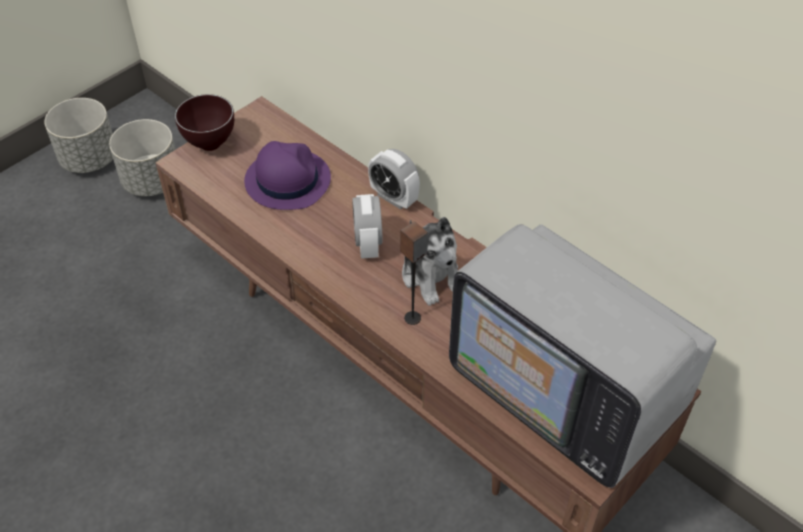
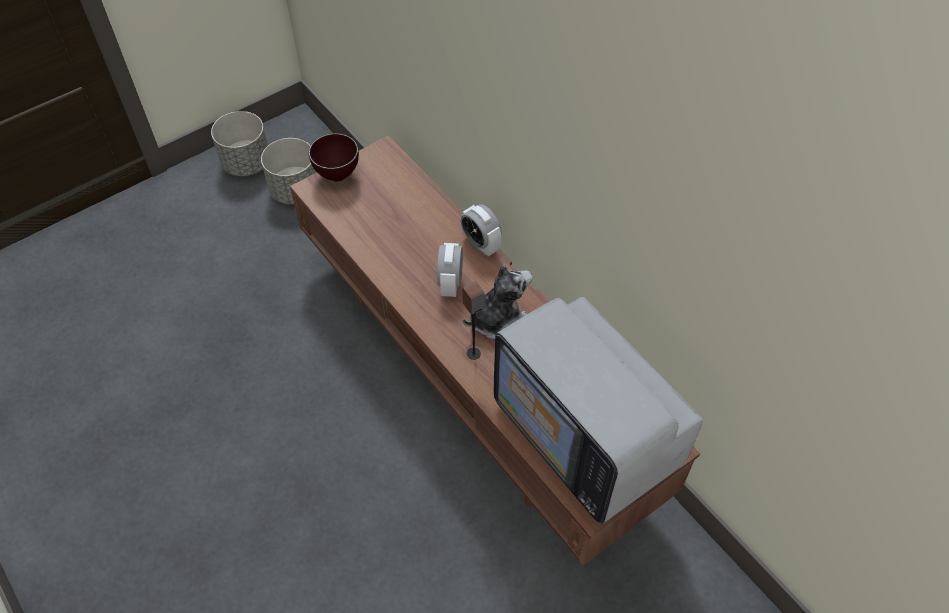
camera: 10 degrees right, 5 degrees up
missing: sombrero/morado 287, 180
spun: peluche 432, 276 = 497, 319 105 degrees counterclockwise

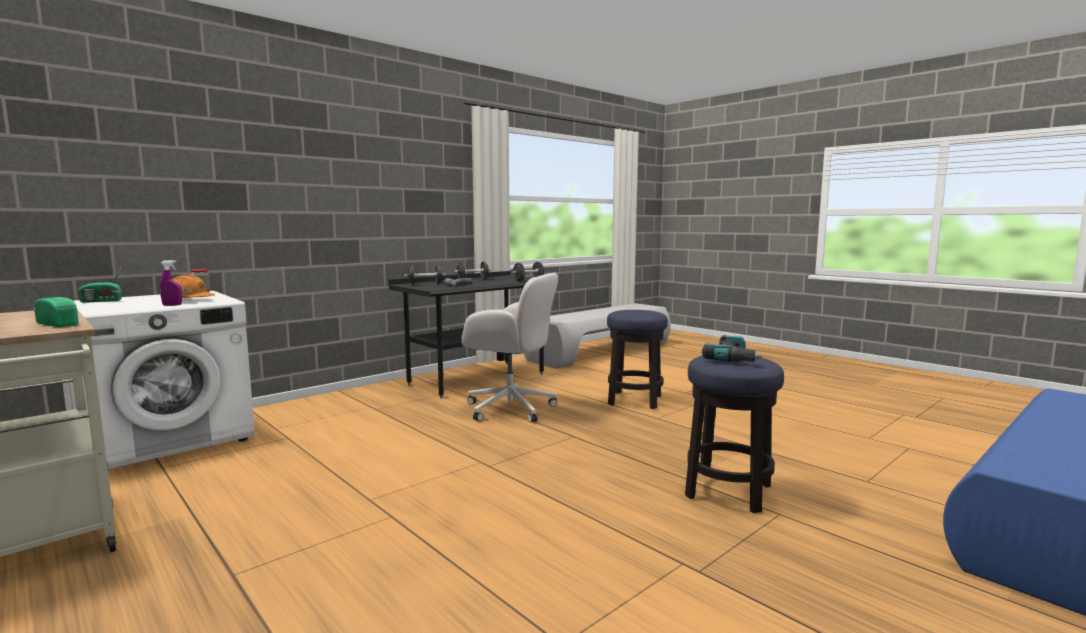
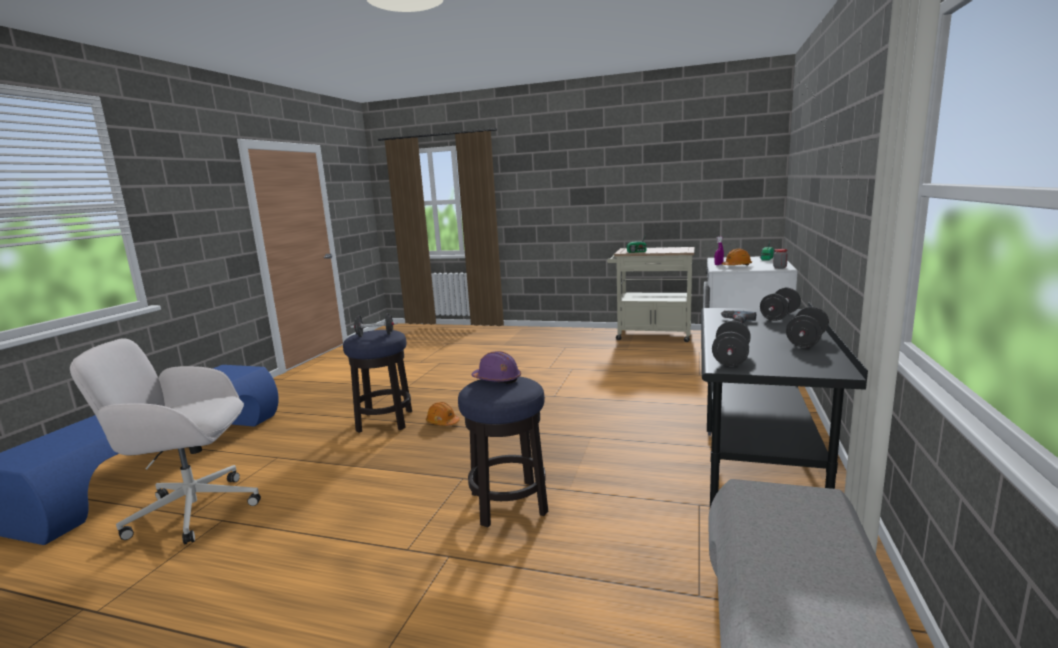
camera: 150 degrees right, 5 degrees up
appeared: casco/naranja 442, 422; casco/morado 497, 379
relocated: silla de oficina/blanco 510, 409 to 195, 511
exchanged: taladro 733, 359 to mancuerna/negro 375, 335

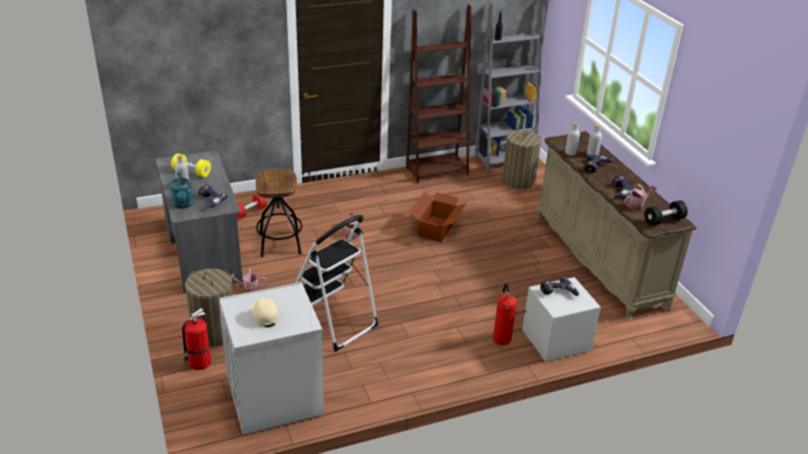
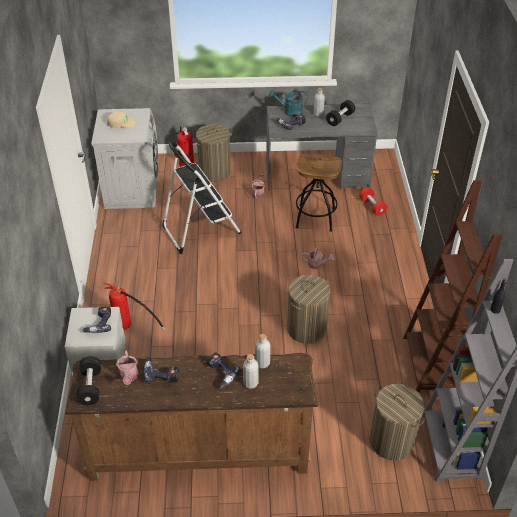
camera: 110 degrees right, 10 degrees up
exchanged: caja de cartón 437, 228 to cesto de la ropa 306, 329
colour: mancuerna/amarillo 192, 172 to mancuerna/negro 340, 119

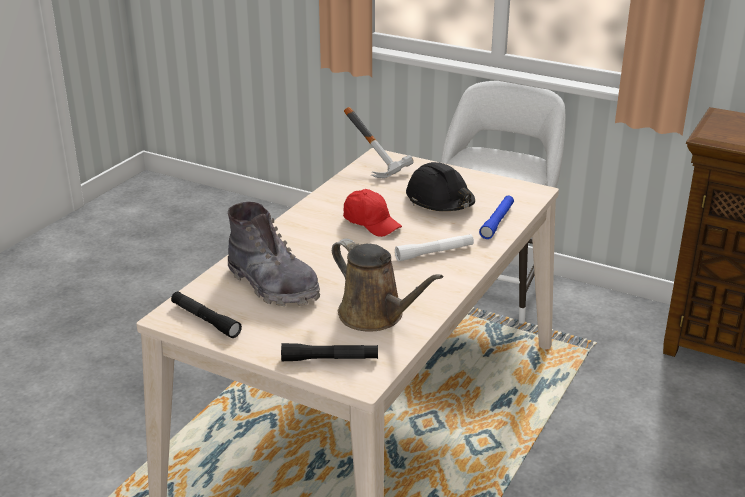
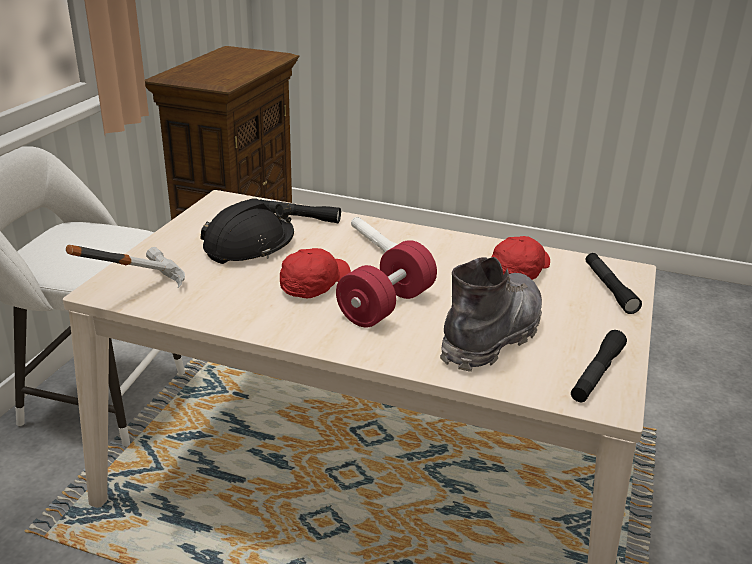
camera: 100 degrees left, 0 degrees up
appeared: mancuerna/rojo 386, 306
exchanged: regadera/marrón 375, 316 to gorra/rojo 519, 271
colour: linterna/azul 497, 222 to linterna/negro 299, 217

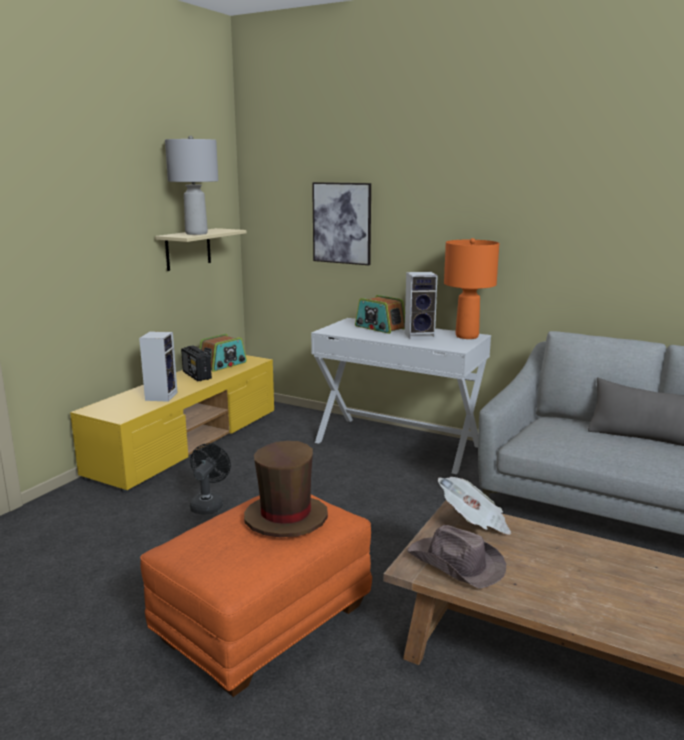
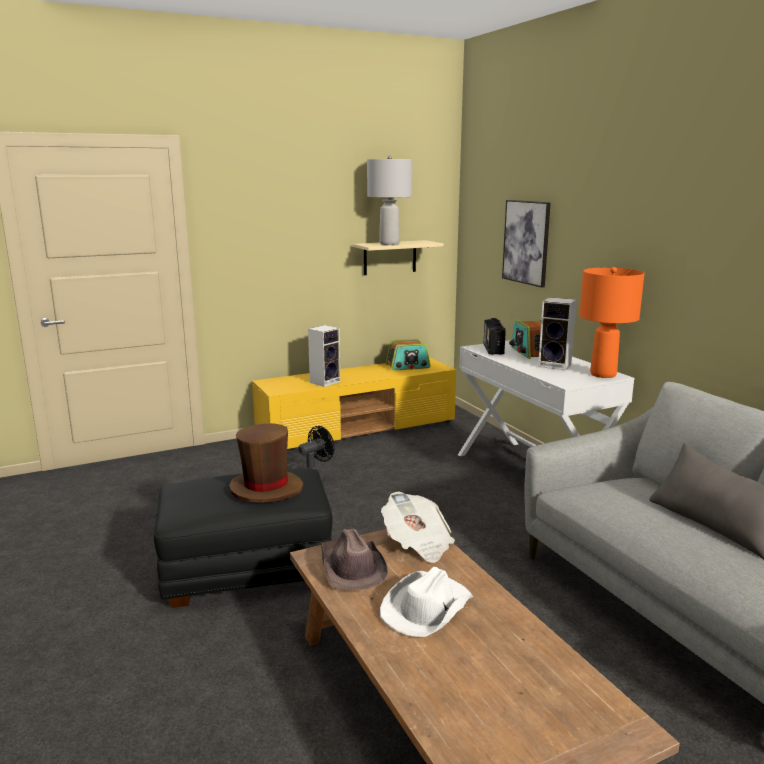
camera: 35 degrees right, 0 degrees up
appeared: sombrero/blanco 426, 608
relocated: radio 197, 375 to 493, 350
colour: puf/naranja 263, 622 to puf/negro 248, 571

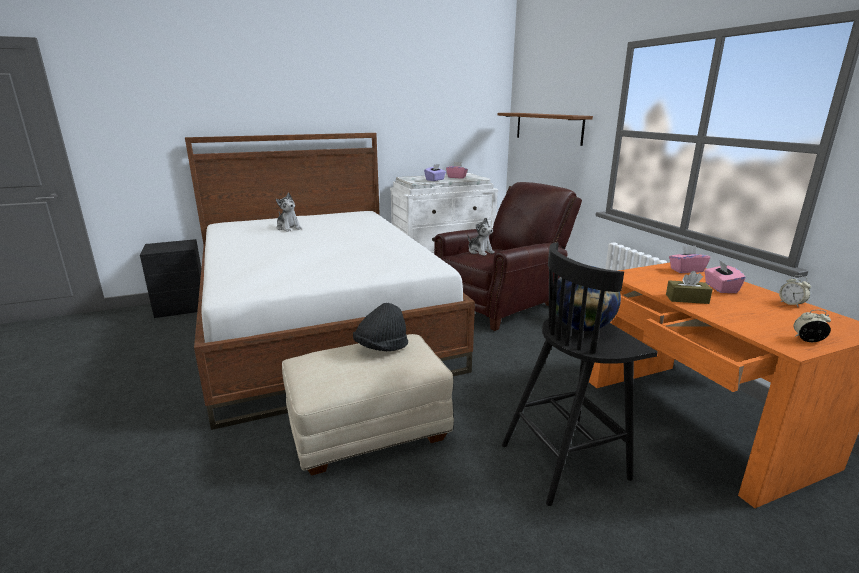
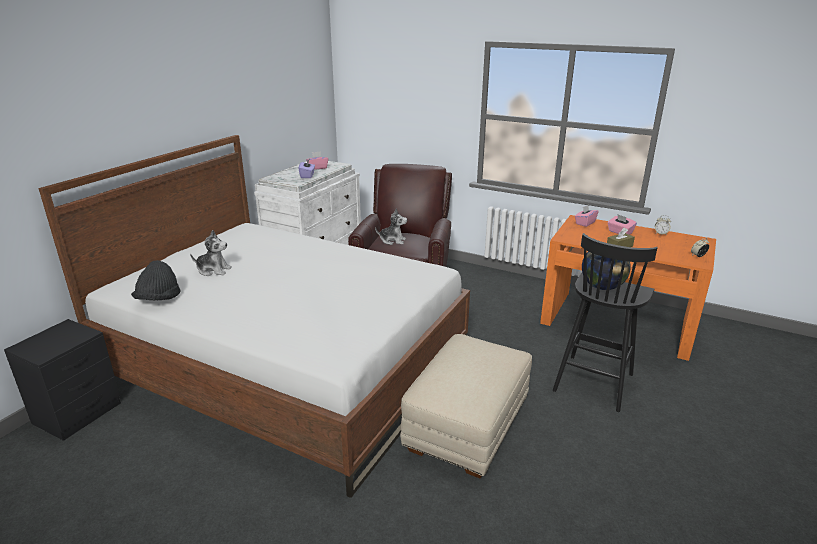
camera: 40 degrees left, 5 degrees up
missing: estante/marrón 548, 127
relocated: sombrero/negro 381, 348 to 159, 300

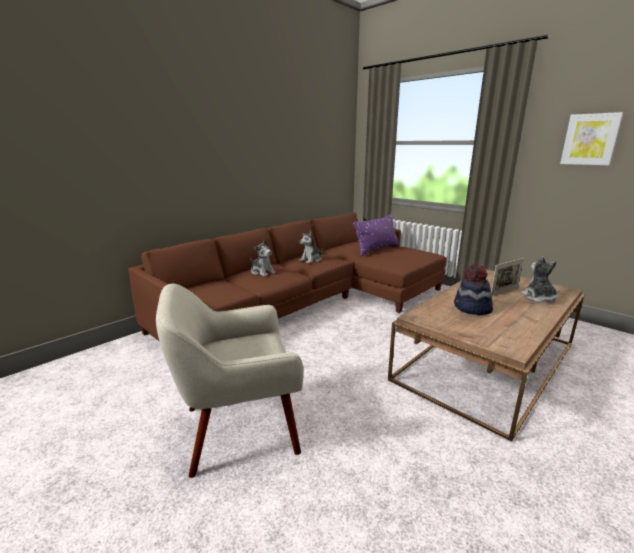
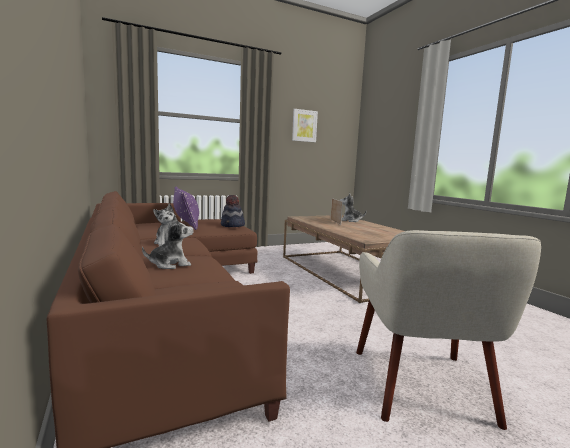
camera: 70 degrees left, 10 degrees down
relocated: sombrero 472, 309 to 232, 225

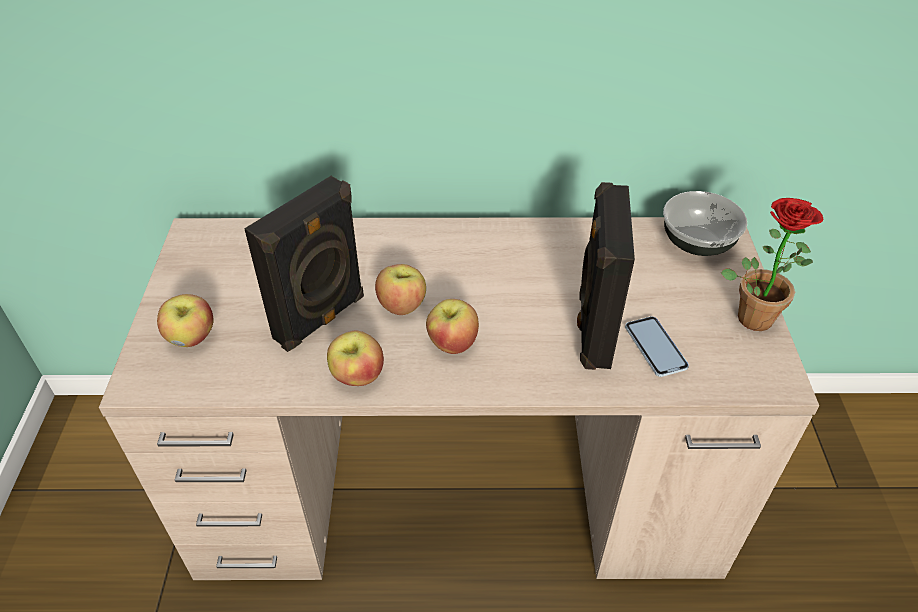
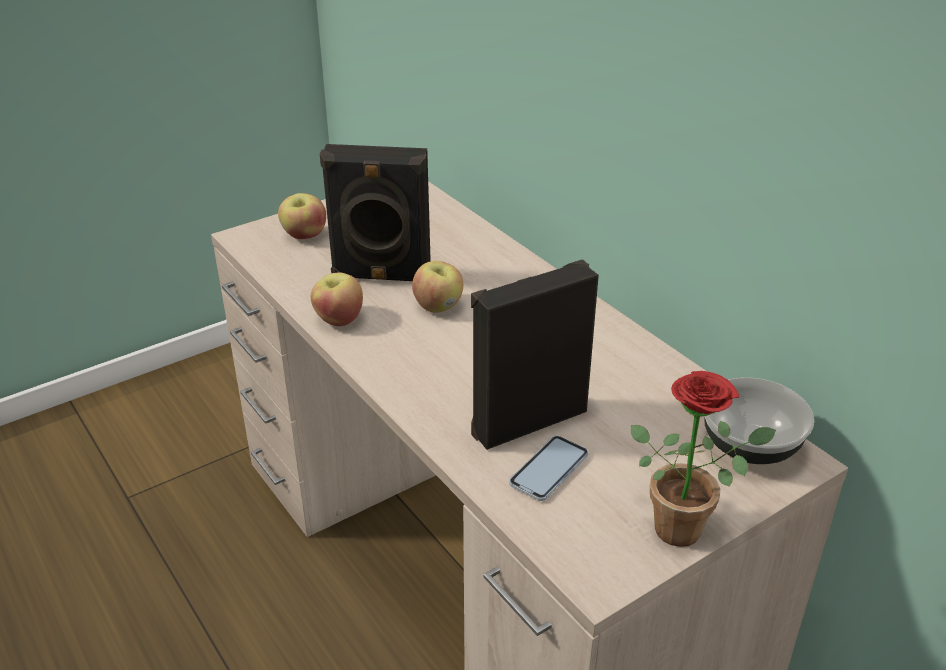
camera: 55 degrees right, 10 degrees down
missing: manzana 452, 343

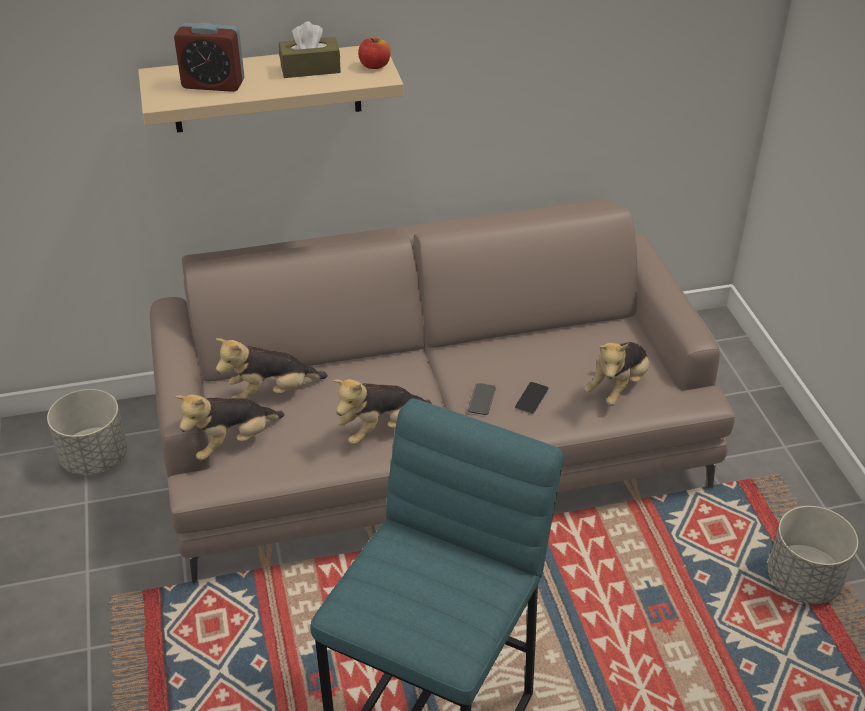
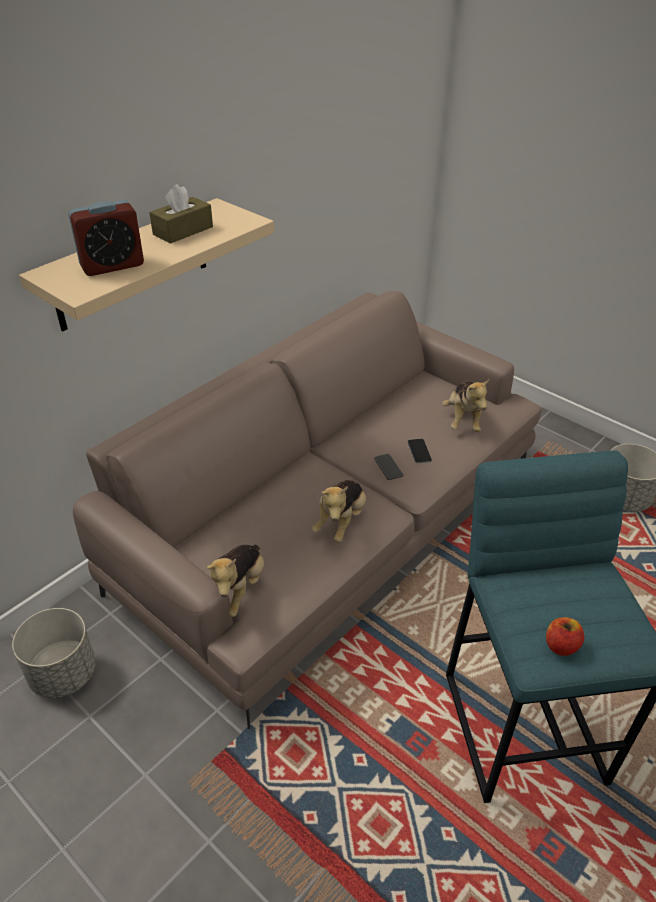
camera: 35 degrees left, 0 degrees up
missing: peluche 271, 393
relocated: manzana 374, 66 to 561, 646

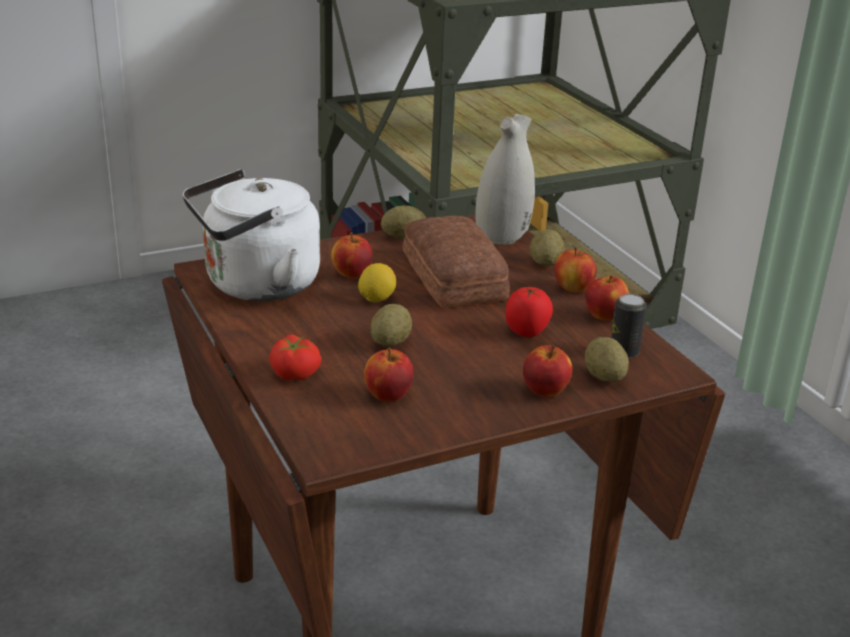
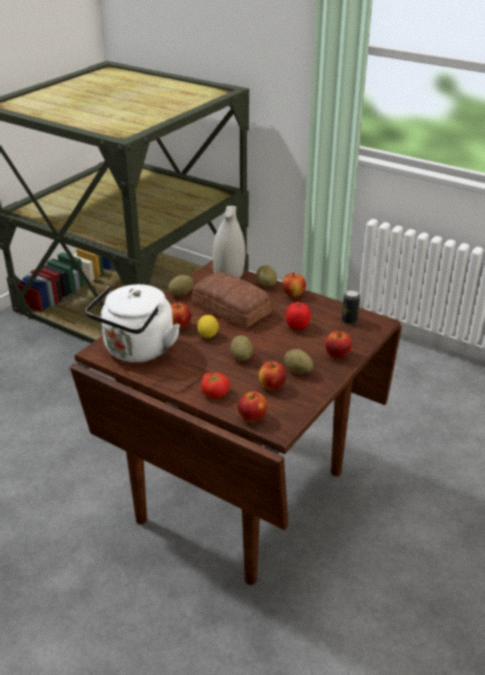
camera: 30 degrees left, 5 degrees up
relocated: manzana 604, 316 to 252, 417; patata 604, 377 to 298, 370

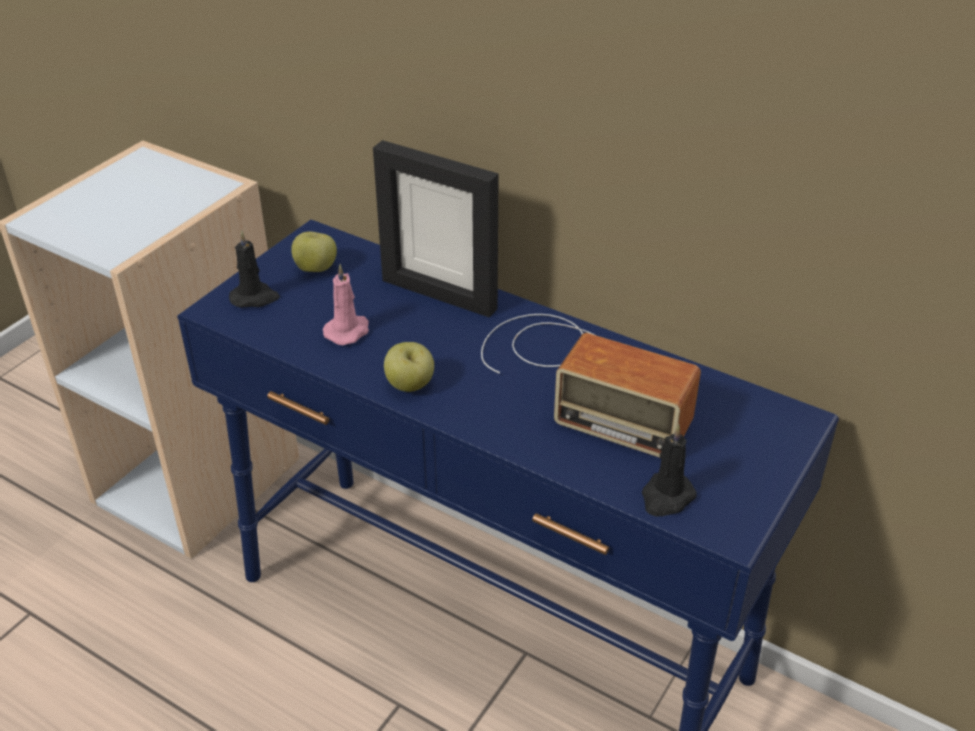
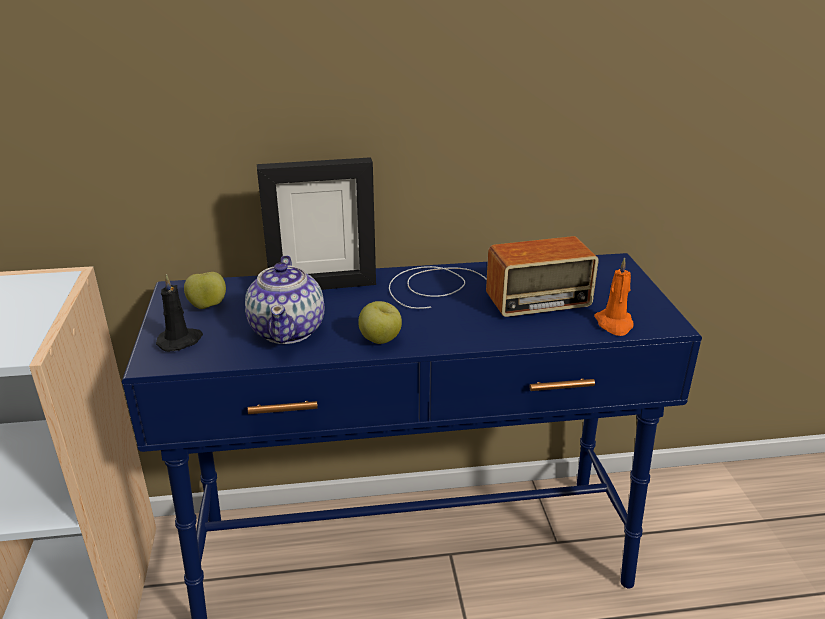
camera: 40 degrees left, 10 degrees down
exchanged: vela/rosa 348, 331 to tetera 288, 330
colour: vela/negro 666, 497 to vela/naranja 614, 324

